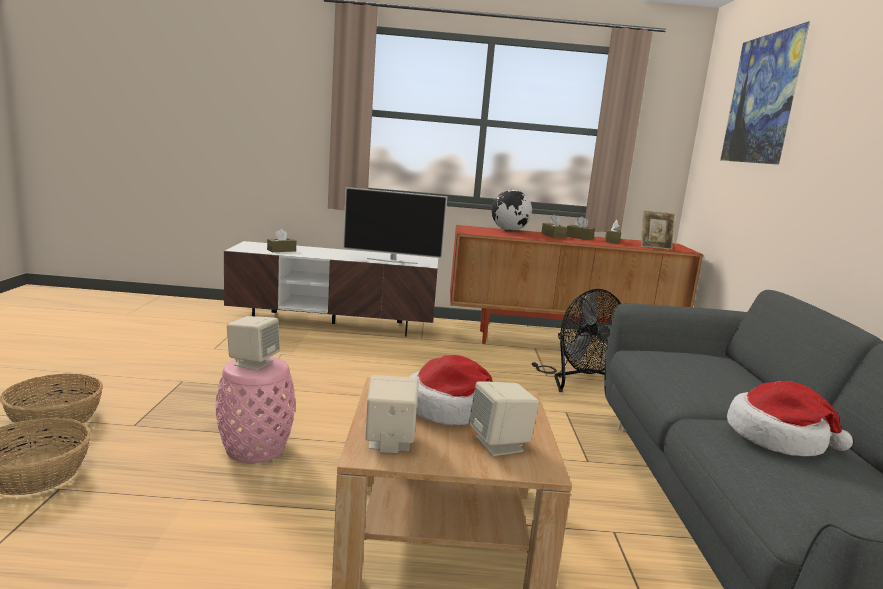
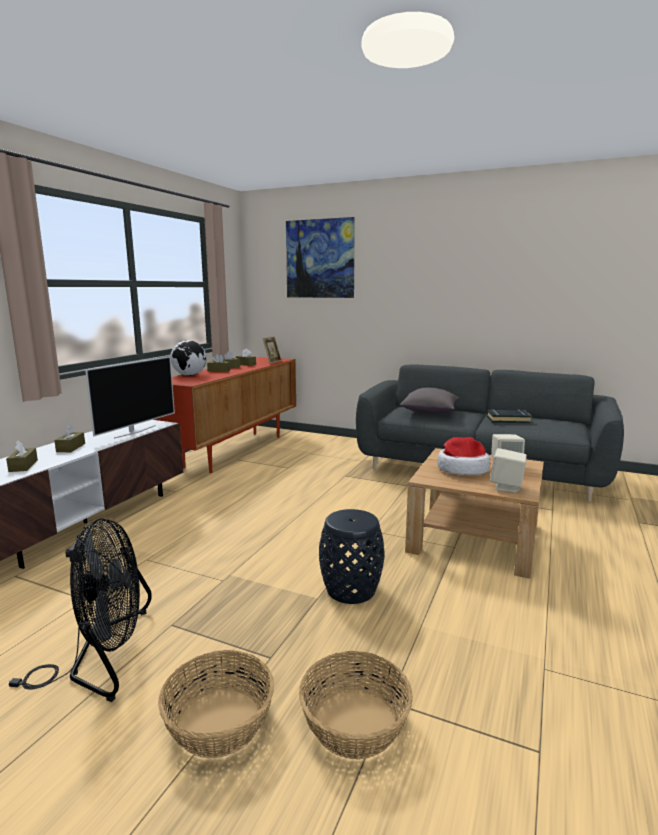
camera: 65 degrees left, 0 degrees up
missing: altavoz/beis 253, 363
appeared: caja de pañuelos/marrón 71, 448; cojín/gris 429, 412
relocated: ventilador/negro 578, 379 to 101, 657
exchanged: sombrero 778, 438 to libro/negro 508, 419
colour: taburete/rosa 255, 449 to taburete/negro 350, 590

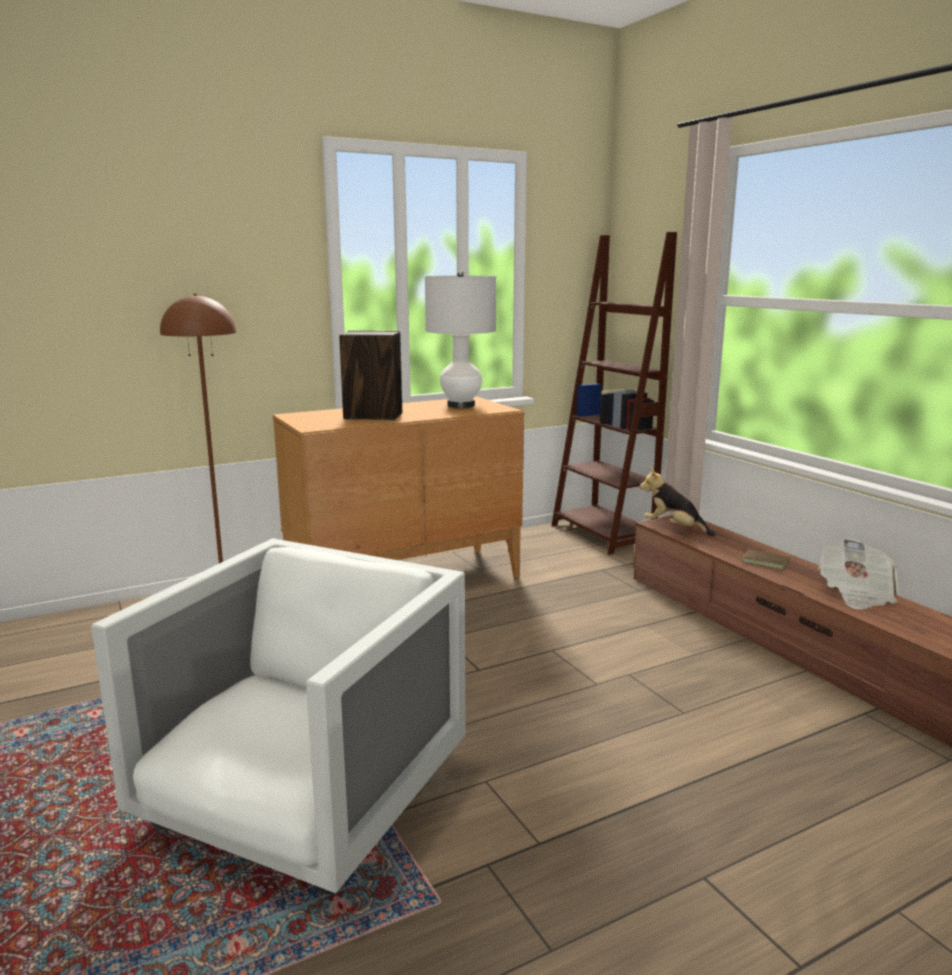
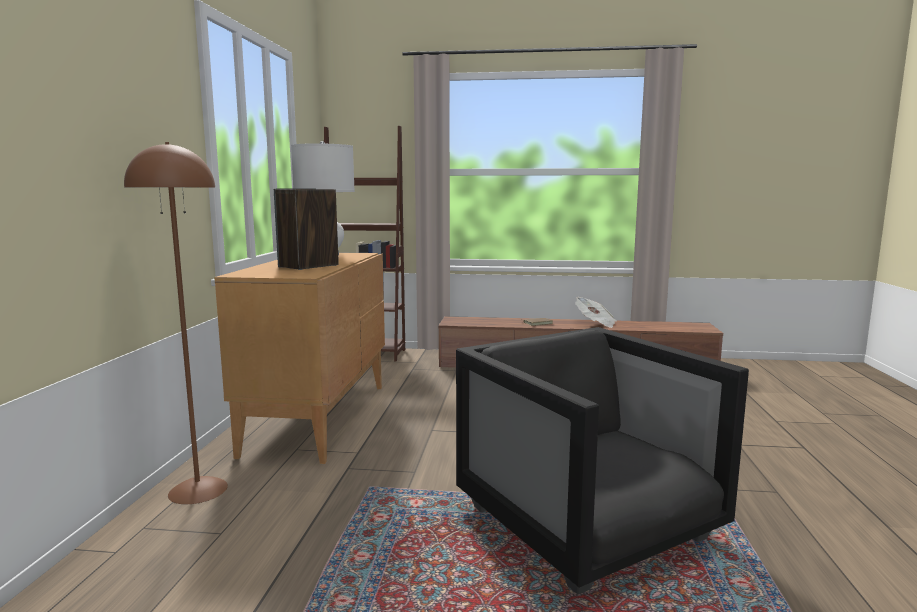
camera: 55 degrees left, 5 degrees down
missing: peluche 674, 528
colour: sillón/blanco 305, 796 to sillón/negro 588, 524

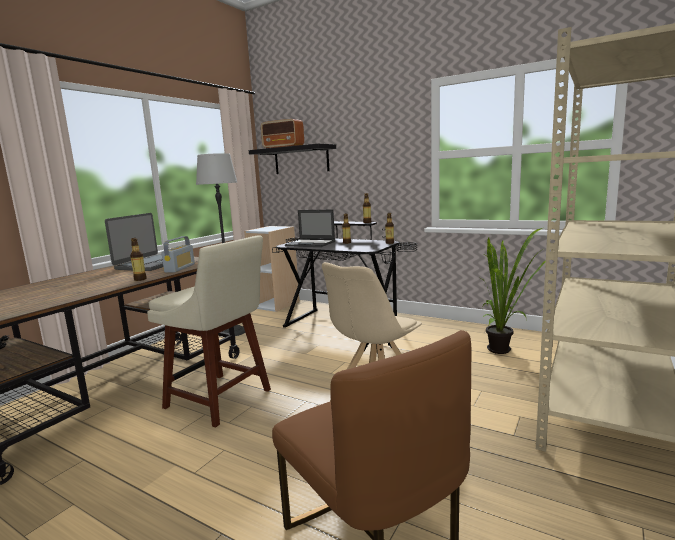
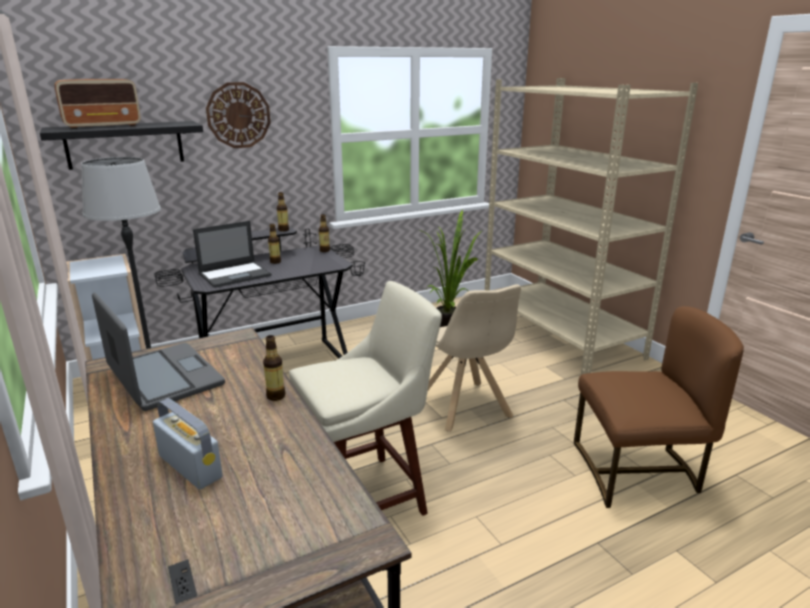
camera: 60 degrees left, 10 degrees up
appeared: reloj de pared 238, 115
relocated: radio 180, 268 to 190, 466

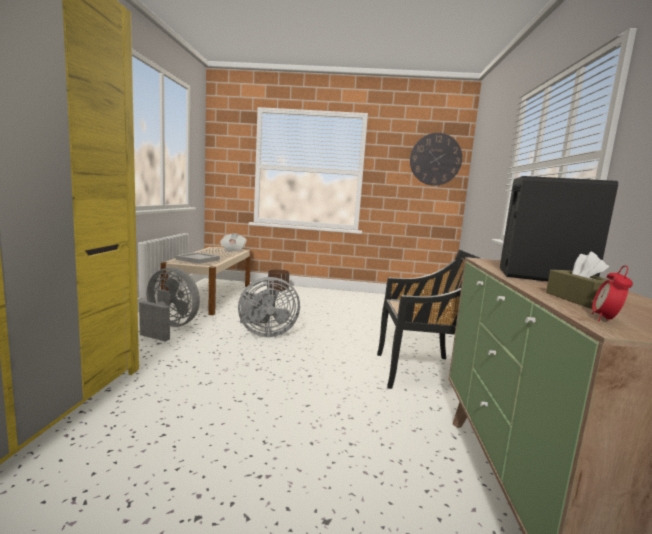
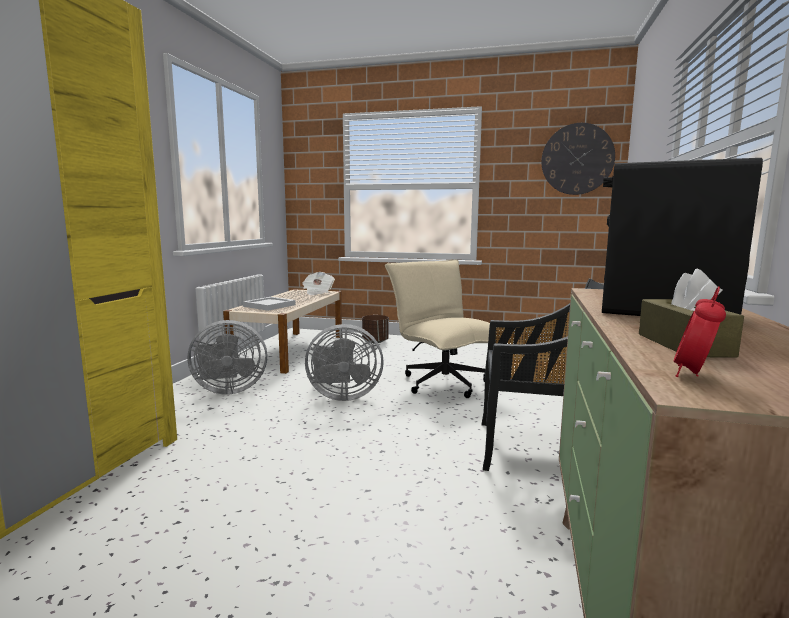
camera: 10 degrees right, 0 degrees up
appeared: silla de oficina/beis 445, 384
spun: ventilador/gris 168, 328 = 228, 390 135 degrees clockwise

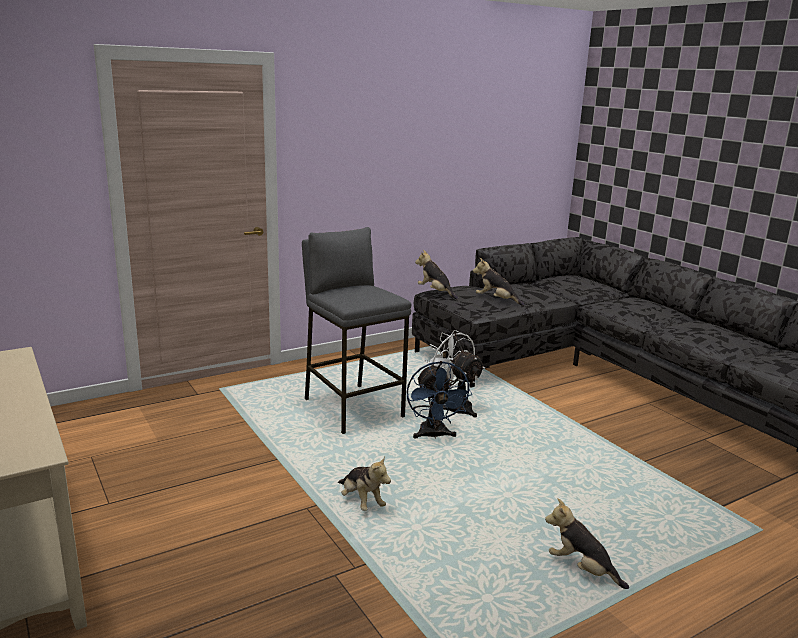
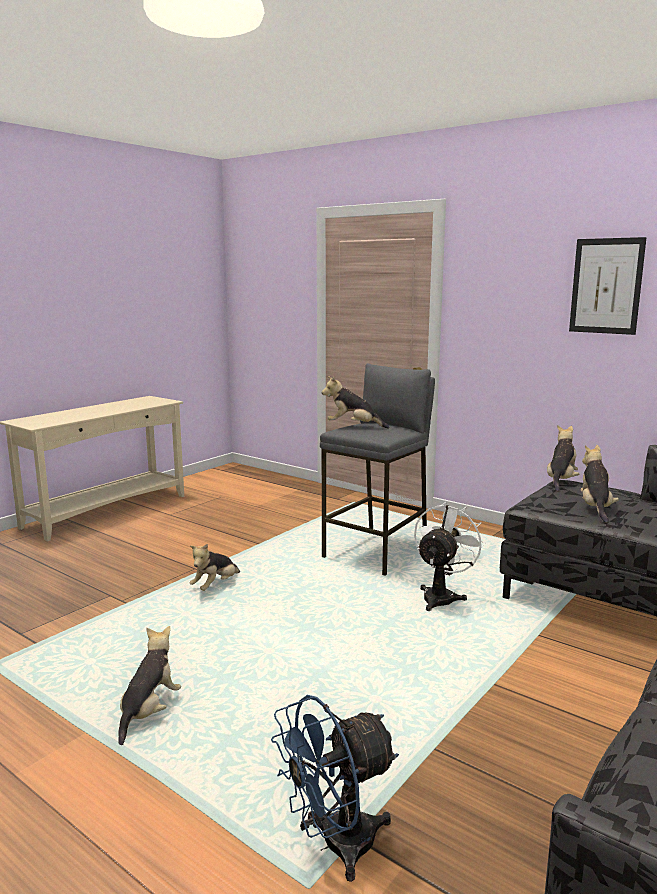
camera: 70 degrees right, 5 degrees down
appeared: peluche 353, 426; cuadro 606, 286
relocated: ventilador/azul 434, 436 to 335, 845

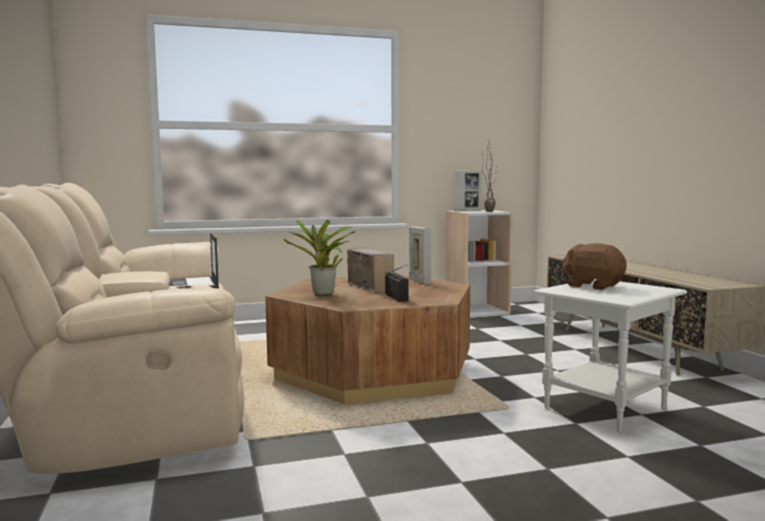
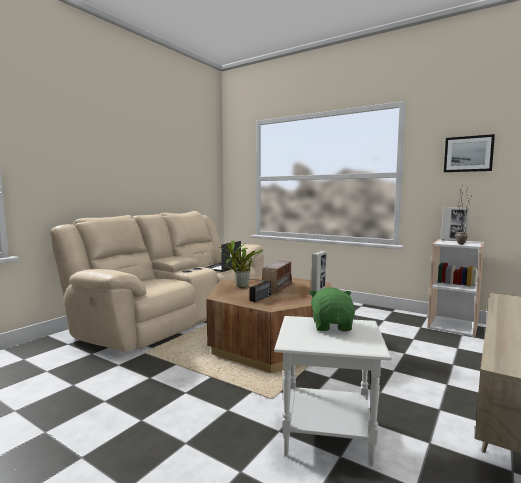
camera: 50 degrees right, 0 degrees up
appeared: cuadro 468, 154
colour: peluche/marrón 593, 286 to peluche/verde 332, 326

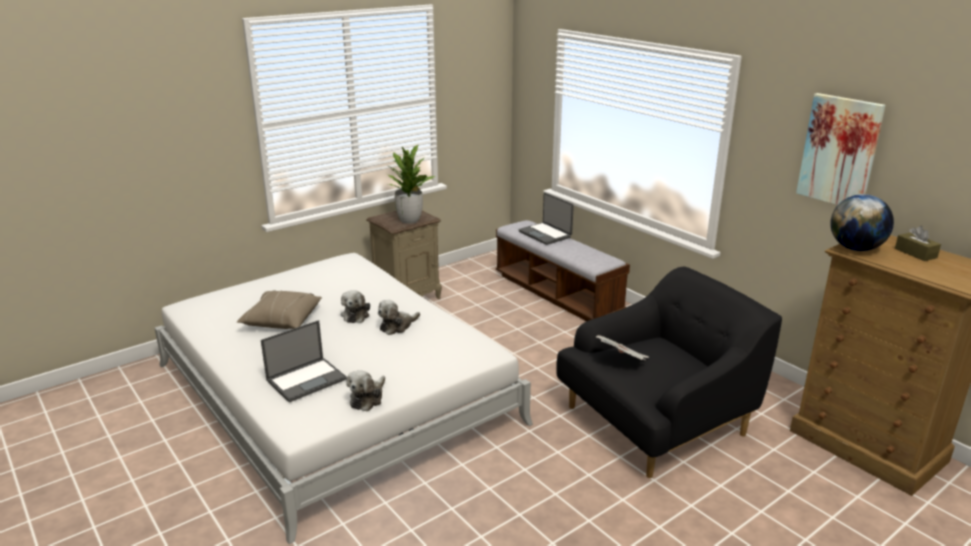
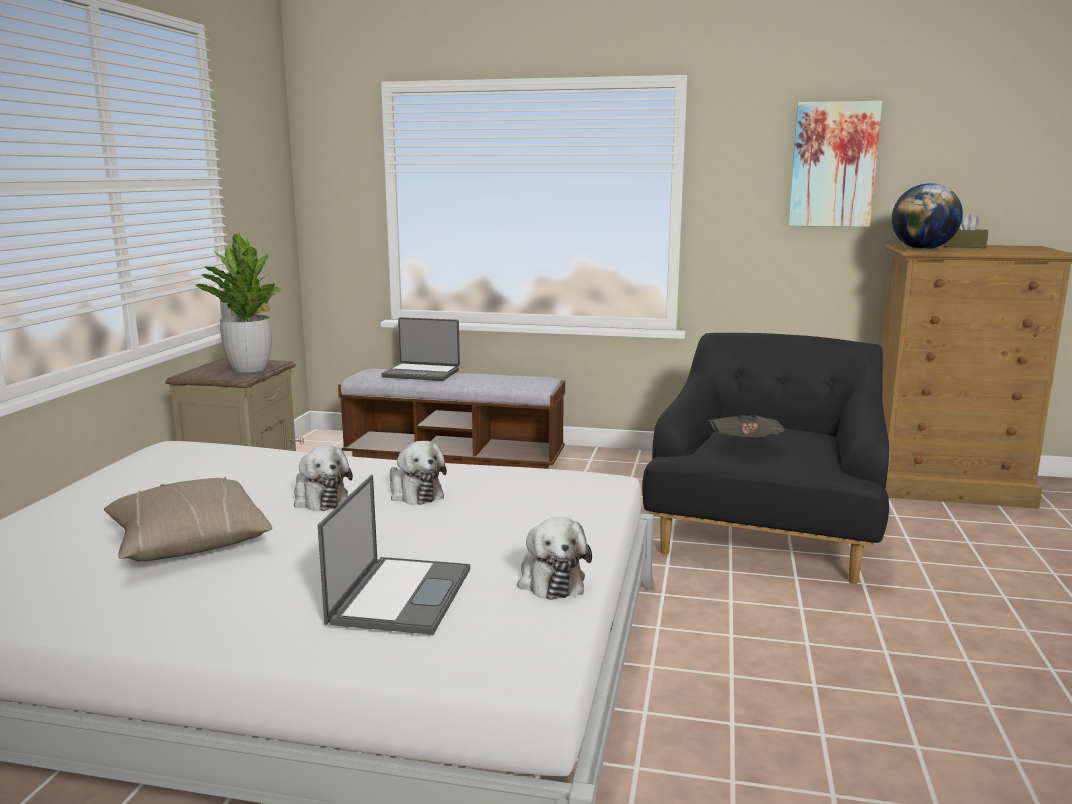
camera: 40 degrees left, 10 degrees down
spun: peluche 397, 326 = 414, 493 45 degrees counterclockwise

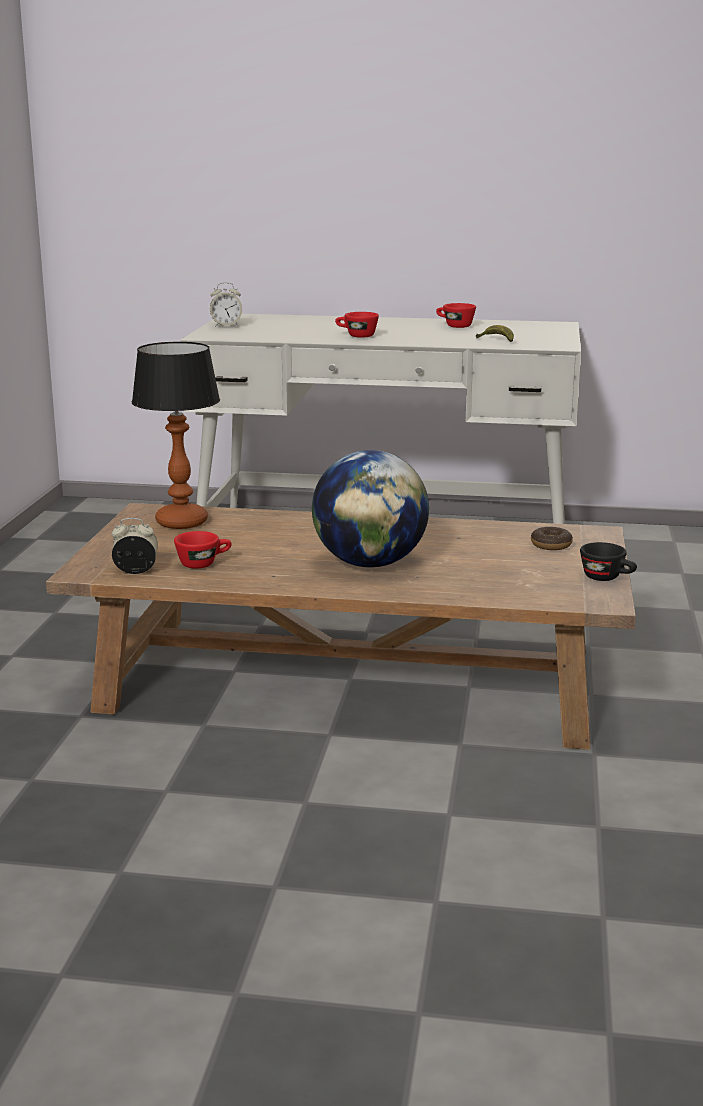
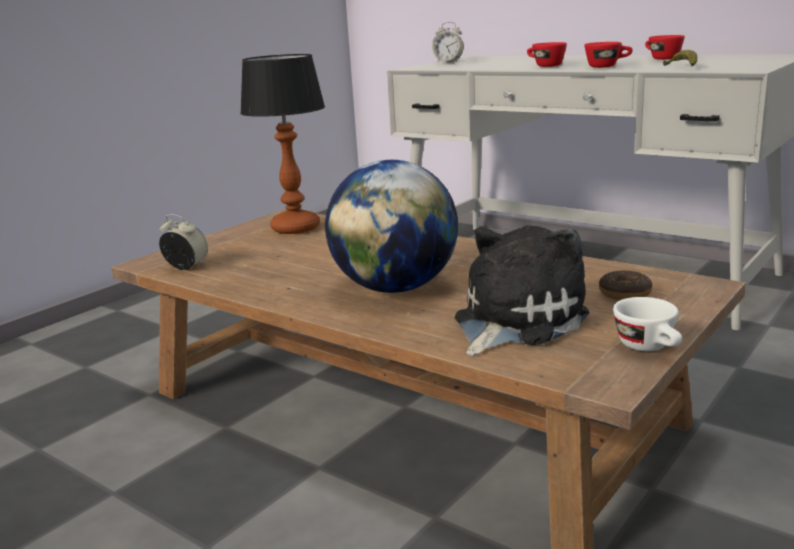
camera: 30 degrees right, 0 degrees up
appeared: peluche 514, 321
relocated: taza/rojo 203, 563 to 607, 66
colour: taza/negro 607, 578 to taza/blanco 650, 347

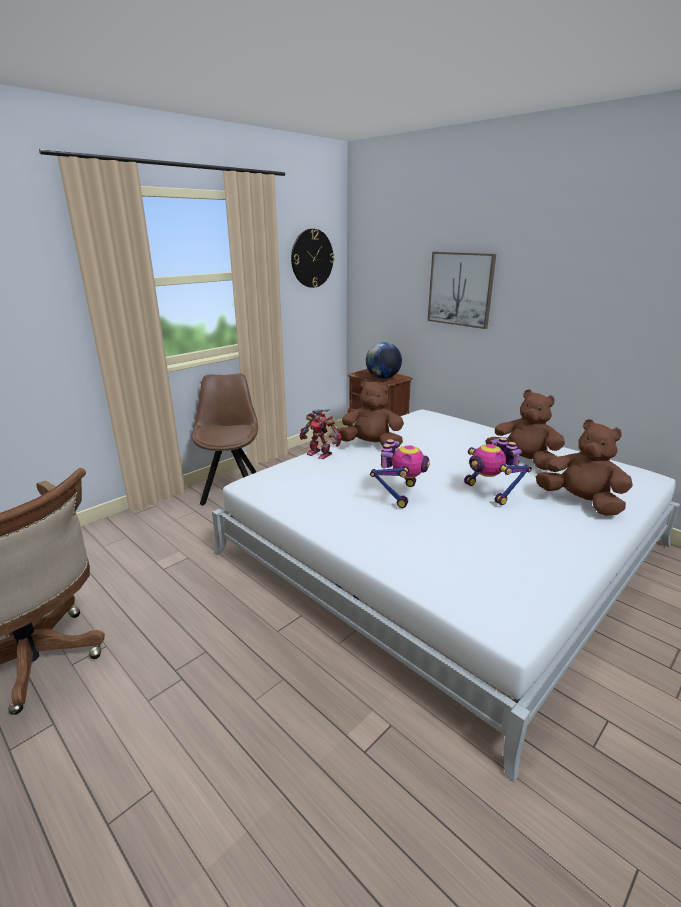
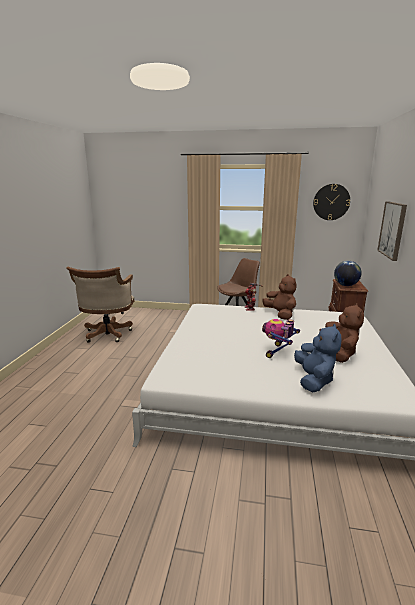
camera: 55 degrees right, 5 degrees down
missing: robot de juguete 399, 494
colour: peluche/marrón 580, 502 to peluche/azul 314, 380

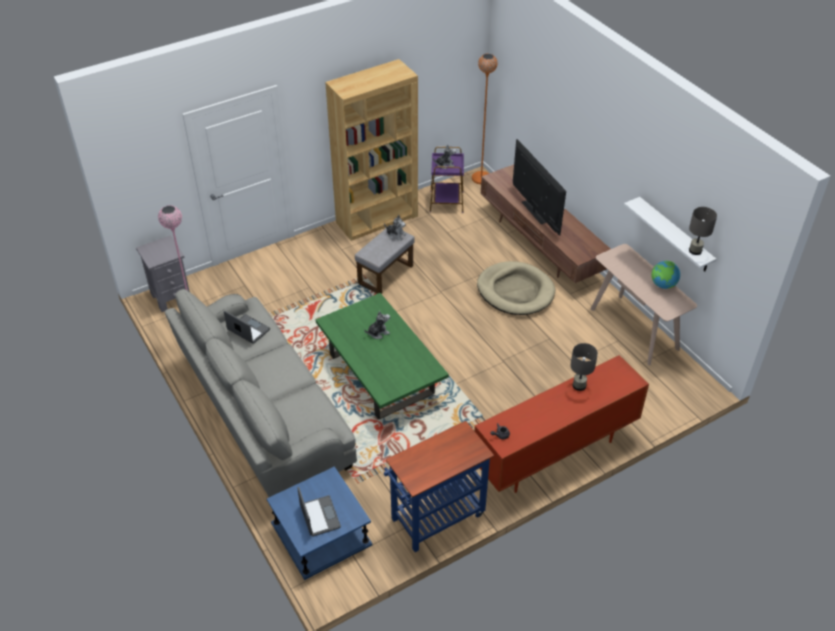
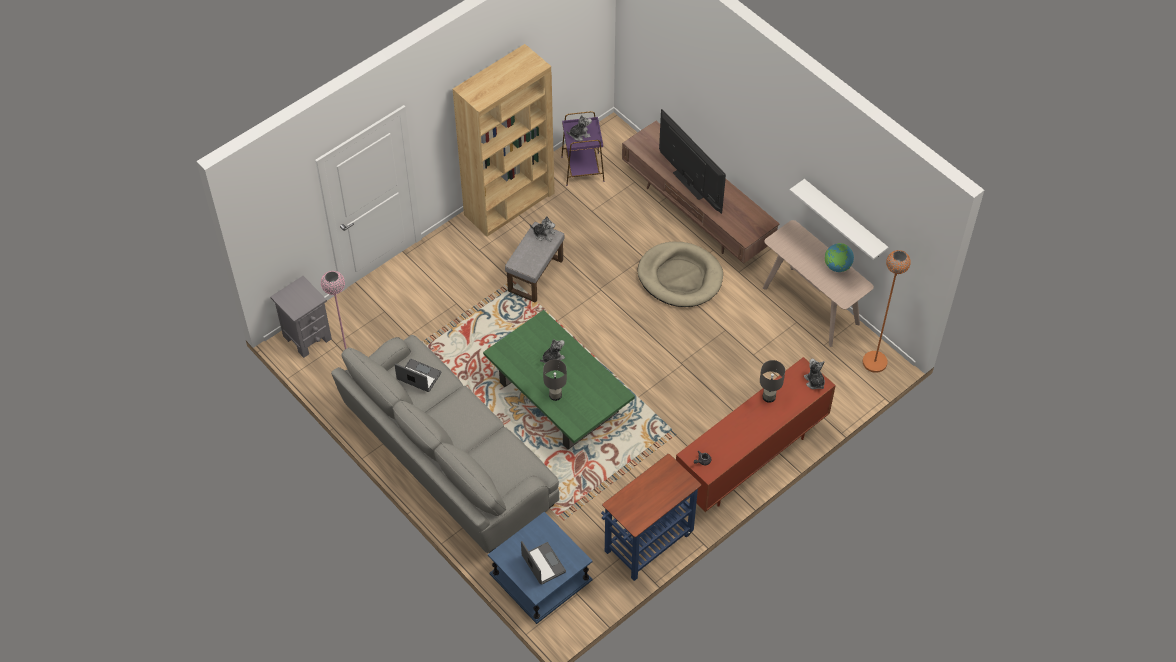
camera: 10 degrees left, 10 degrees up
appeared: peluche 814, 381
relocated: lámpara de pie/naranja 481, 178 to 875, 362; lámpara de mesa/gris 695, 250 to 555, 395

